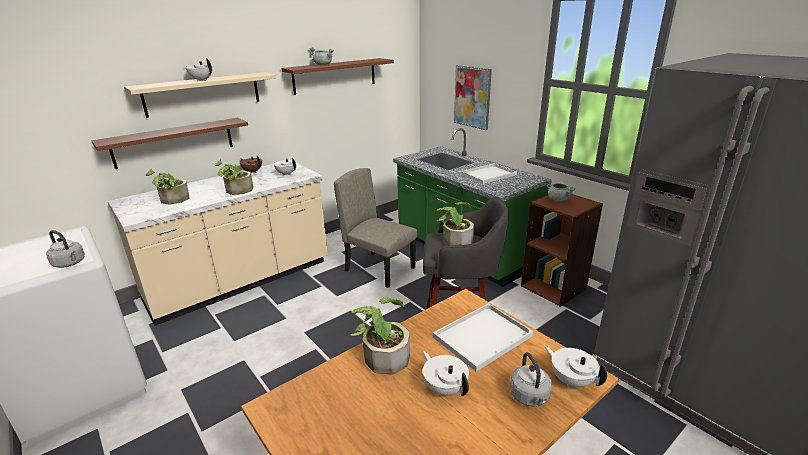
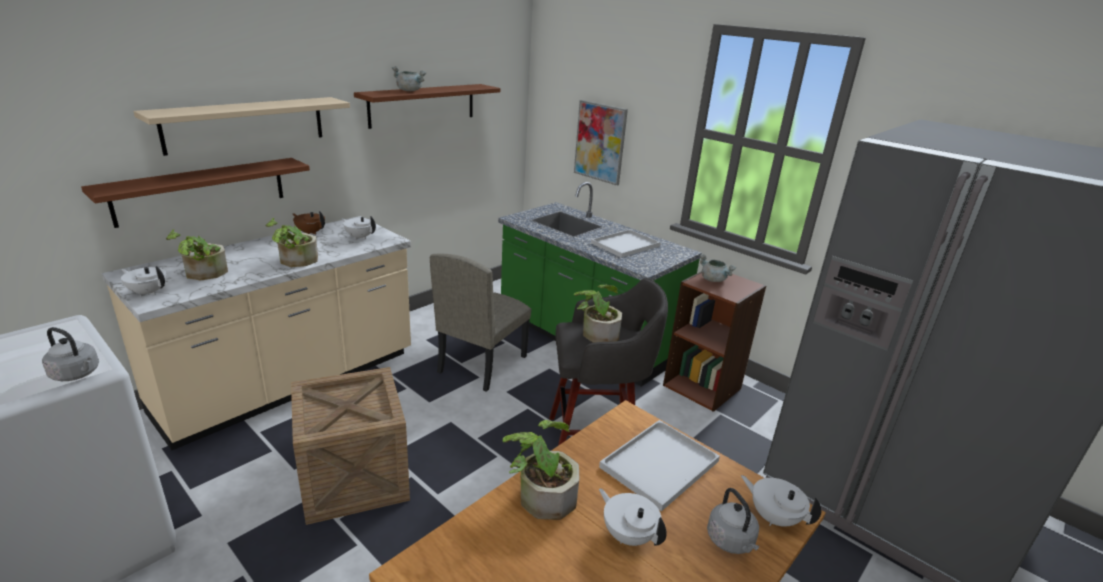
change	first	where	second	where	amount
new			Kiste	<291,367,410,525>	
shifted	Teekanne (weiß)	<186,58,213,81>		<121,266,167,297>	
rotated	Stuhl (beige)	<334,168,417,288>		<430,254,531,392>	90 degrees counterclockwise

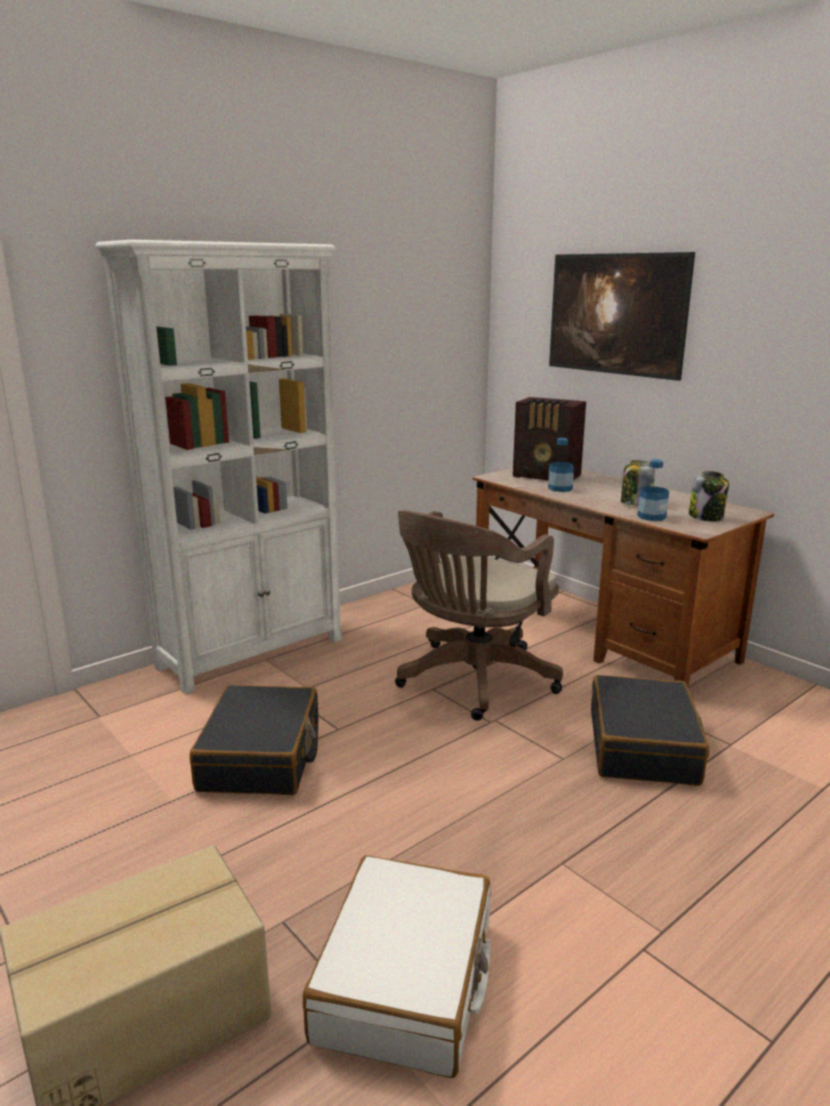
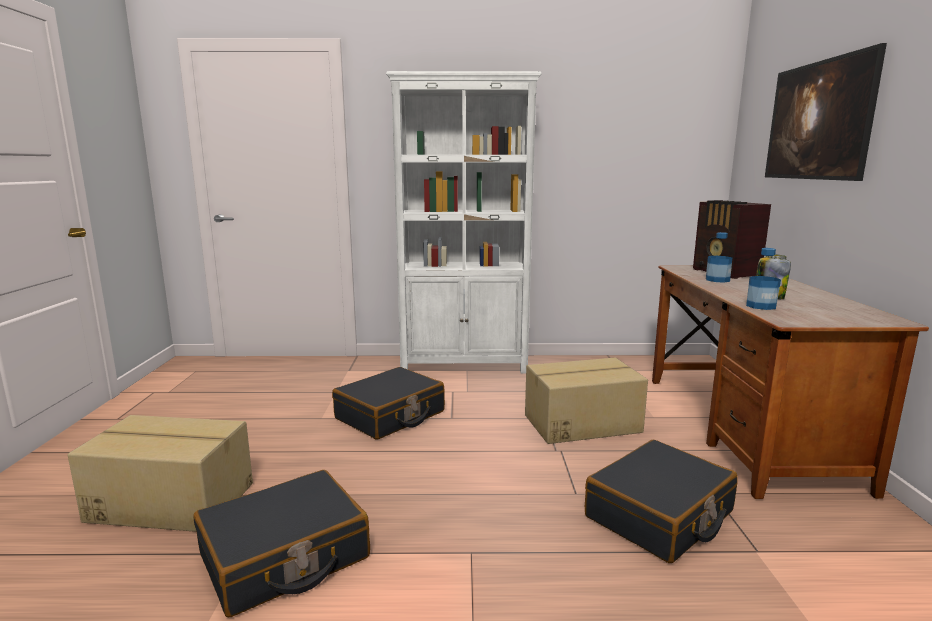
change	first	where	second	where	amount
gone	Vorratsglas	<689,471,729,522>			
swapped	Bürostuhl (braun)	<395,511,563,721>	Karton	<525,358,648,444>	
repainted	Koffer (weiß)	<303,855,491,1078>	Koffer (schwarz)	<193,470,370,617>	

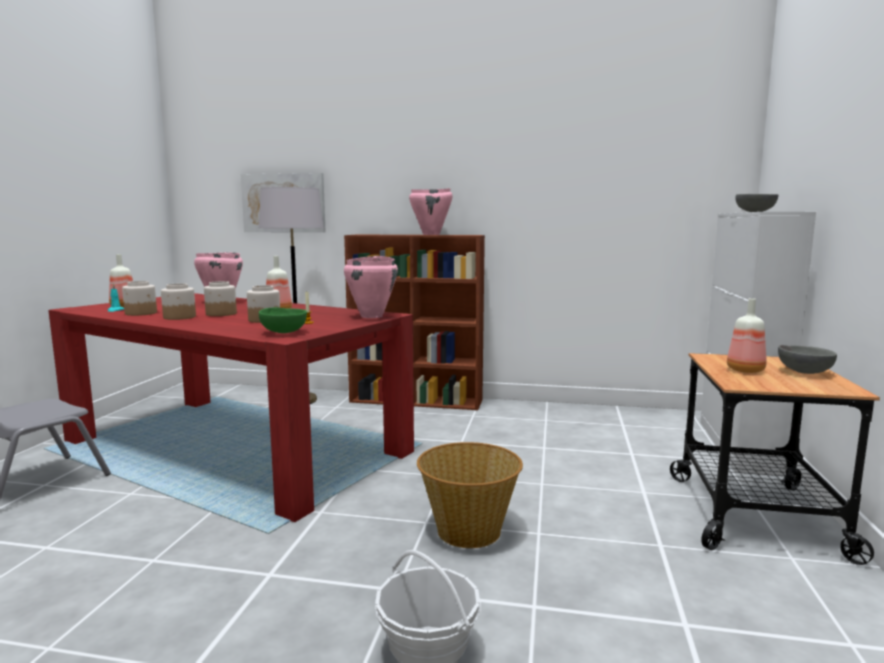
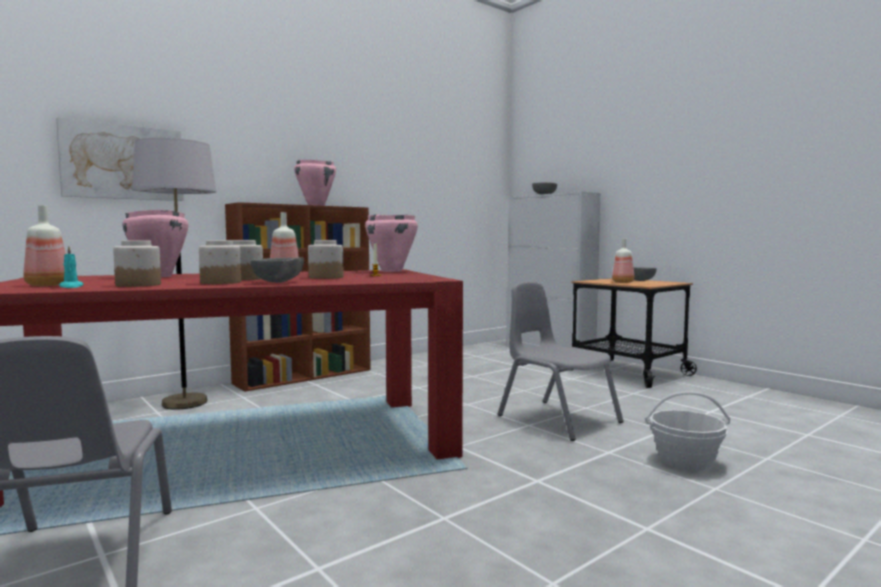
change	first	where	second	where	amount
gone	Schüssel (grün)	<259,307,307,333>			
new			Schüssel (grau)	<251,257,304,283>	
swapped	Korb	<417,442,523,548>	Stuhl (grau)	<498,282,624,441>	

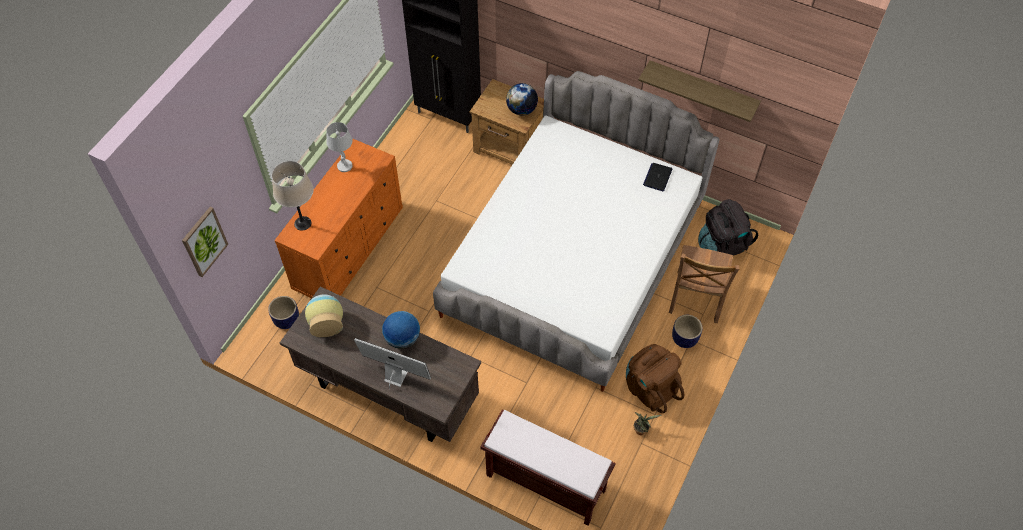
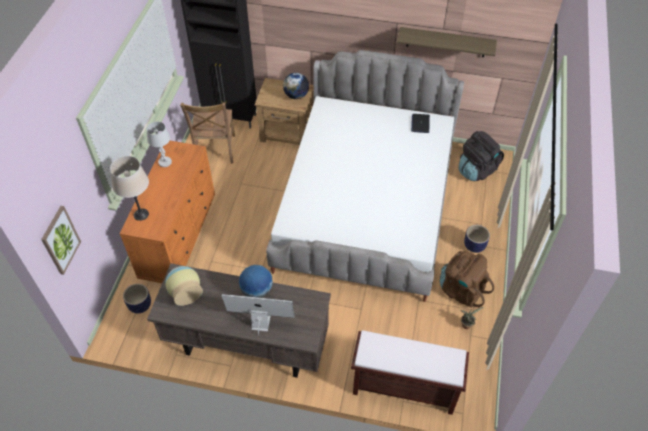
change	first	where	second	where	amount
shifted	Stuhl (braun)	<669,245,740,323>		<180,102,235,164>	

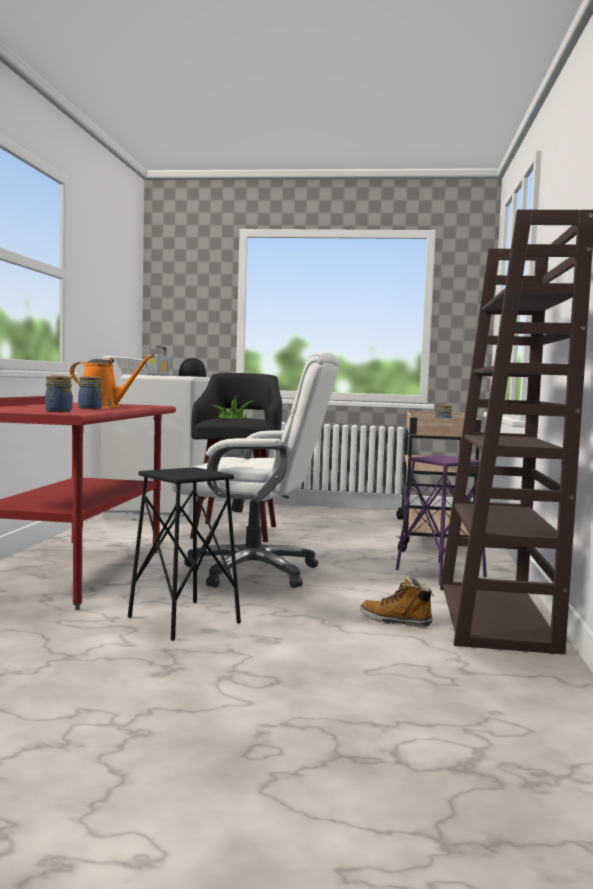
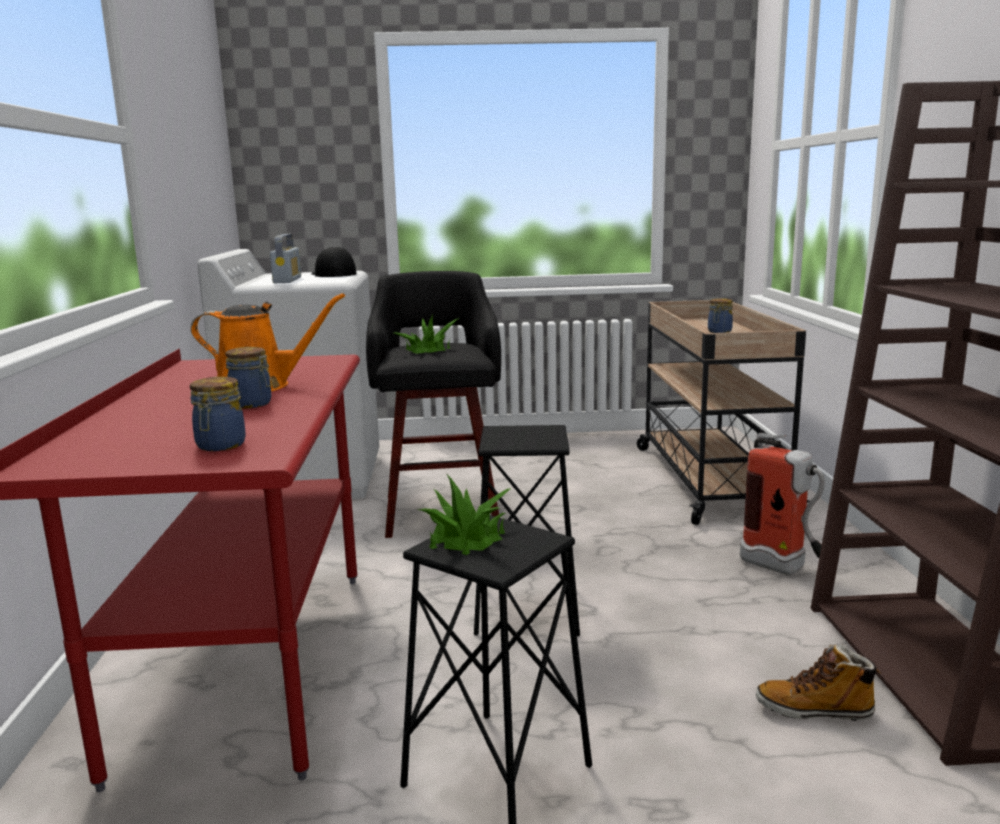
change	first	where	second	where	amount
new			Topfpflanze	<418,473,511,555>	
swapped	Bürostuhl (weiß)	<172,351,339,588>	Hocker (schwarz)	<474,425,580,636>	
swapped	Hocker (lila)	<396,456,487,585>	Feuerlöscher	<740,433,825,575>	

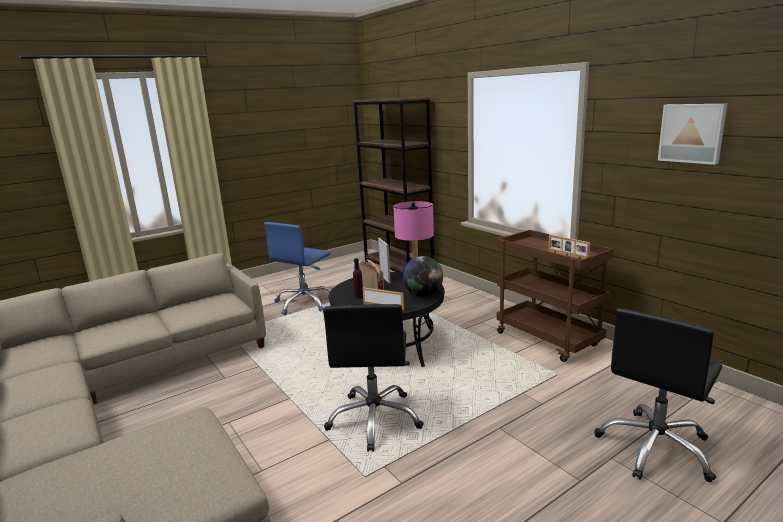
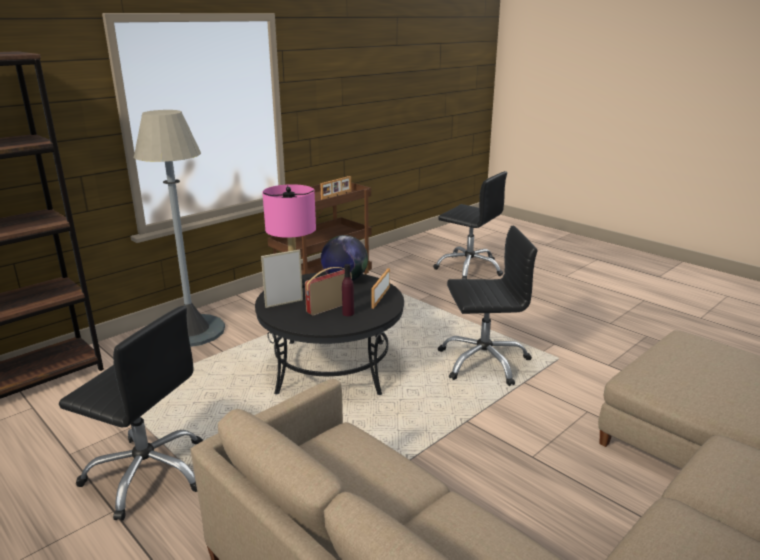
change	first	where	second	where	amount
gone	Bild	<658,104,727,165>			
new			Stehlampe (grau)	<134,110,225,347>	
repainted	Bürostuhl (blau)	<264,222,331,315>	Bürostuhl (schwarz)	<59,306,203,521>	

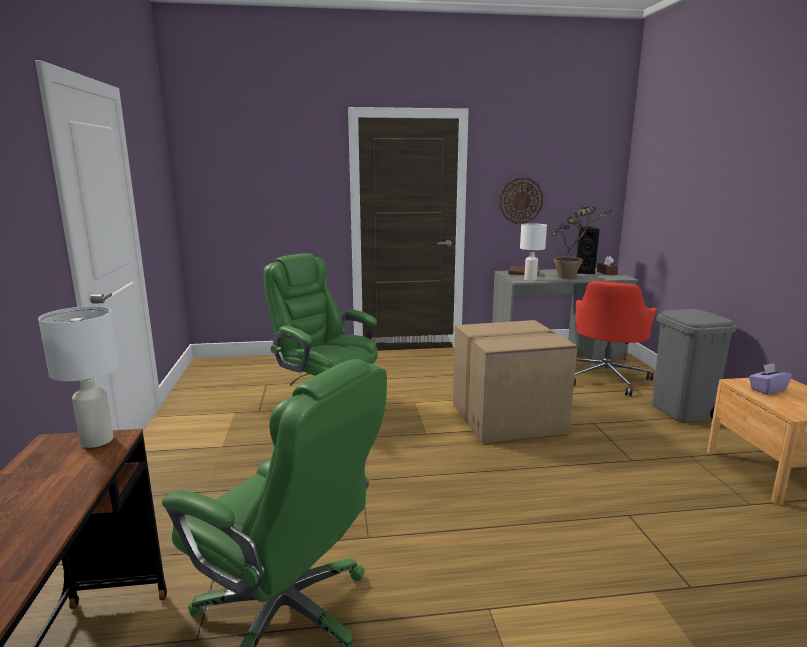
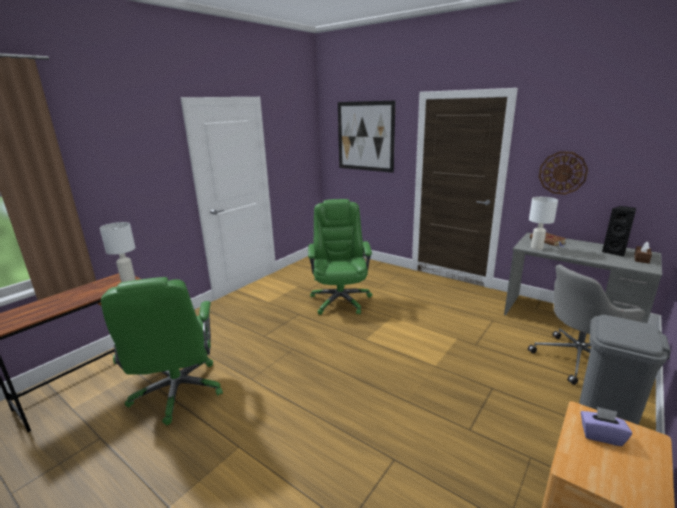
change	first	where	second	where	amount
gone	Karton	<453,320,577,443>			
gone	Topfpflanze	<552,207,613,279>			
new			Bild	<338,101,395,173>	
repainted	Bürostuhl (rot)	<574,281,657,396>	Bürostuhl (grau)	<528,265,645,385>	

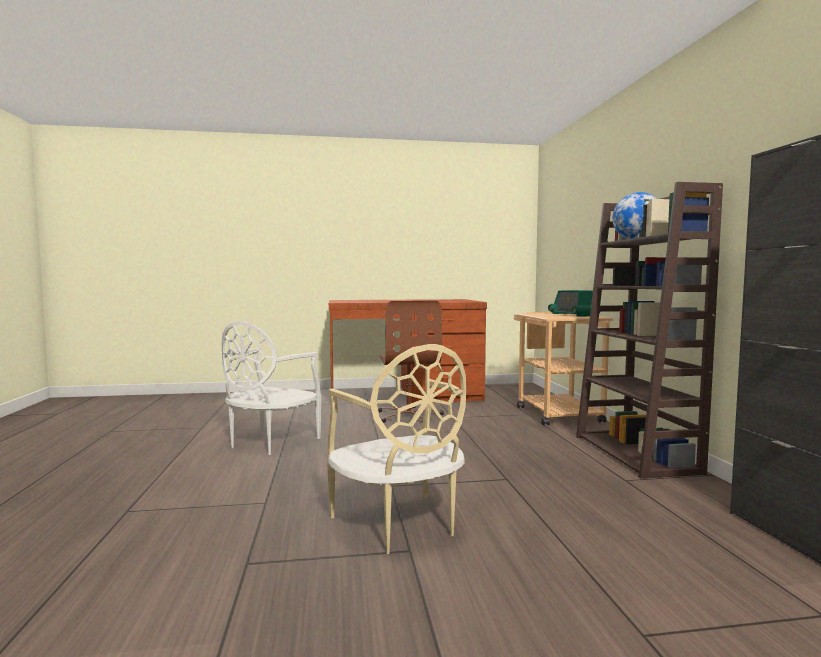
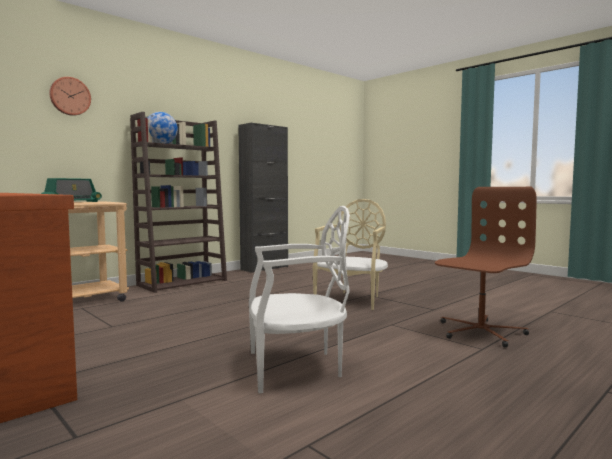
change	first	where	second	where	amount
new			Wanduhr	<49,77,91,116>	
shifted	Bürostuhl (braun)	<378,301,444,423>		<435,187,537,347>	

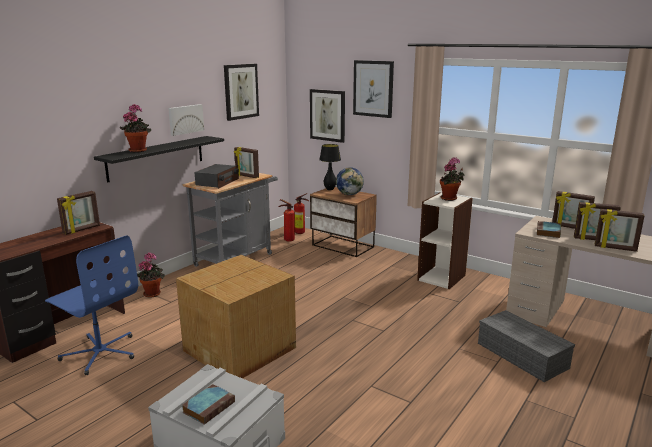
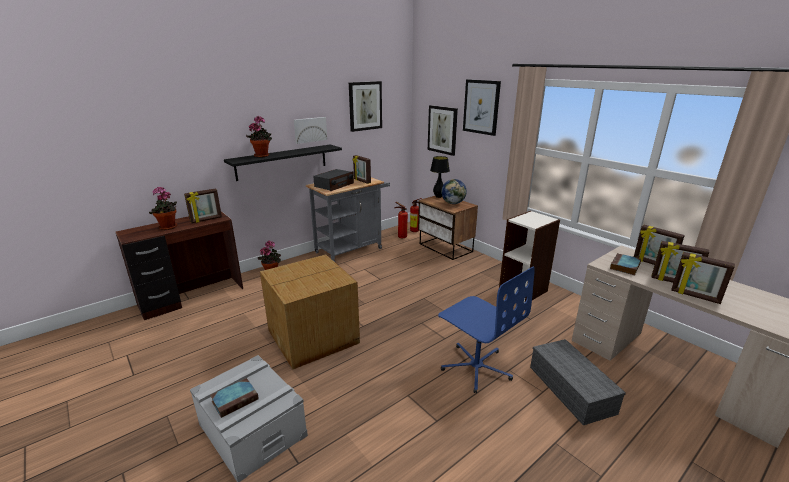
change	first	where	second	where	amount
shifted	Bürostuhl (blau)	<45,235,138,375>		<438,266,535,393>	
shifted	Topfpflanze	<440,157,464,201>		<149,187,177,230>	

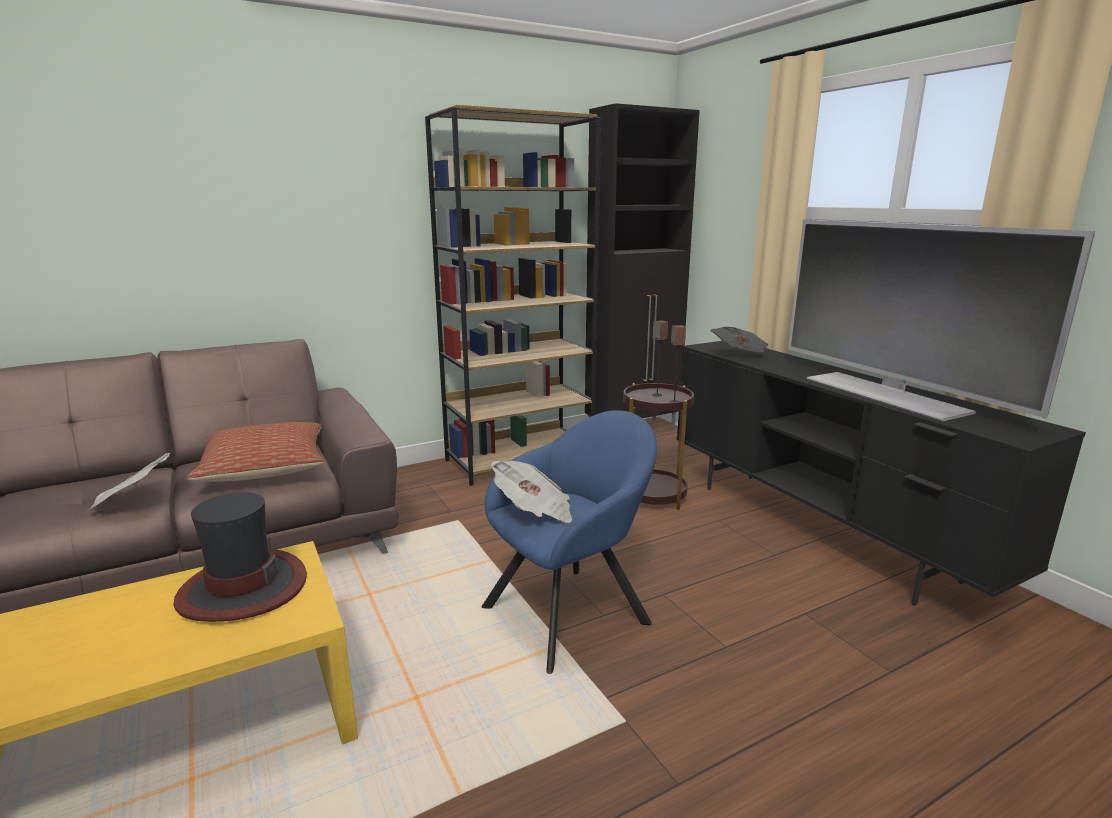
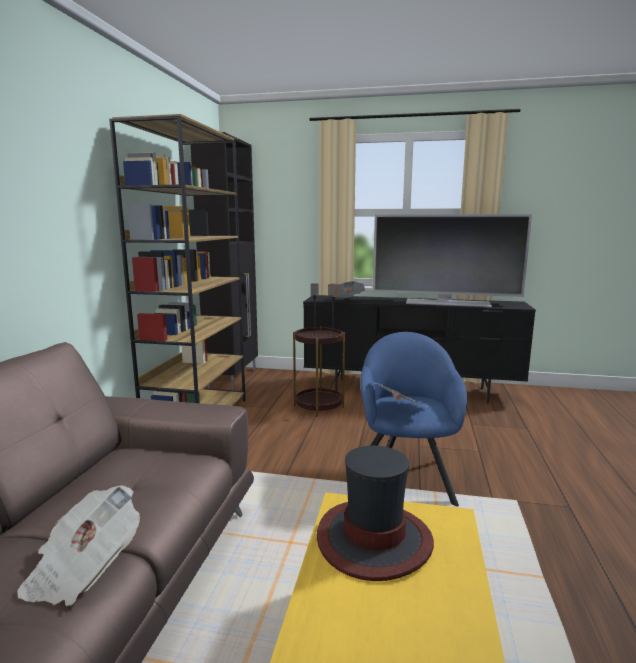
change	first	where	second	where	amount
gone	Kissen	<186,422,324,482>			

